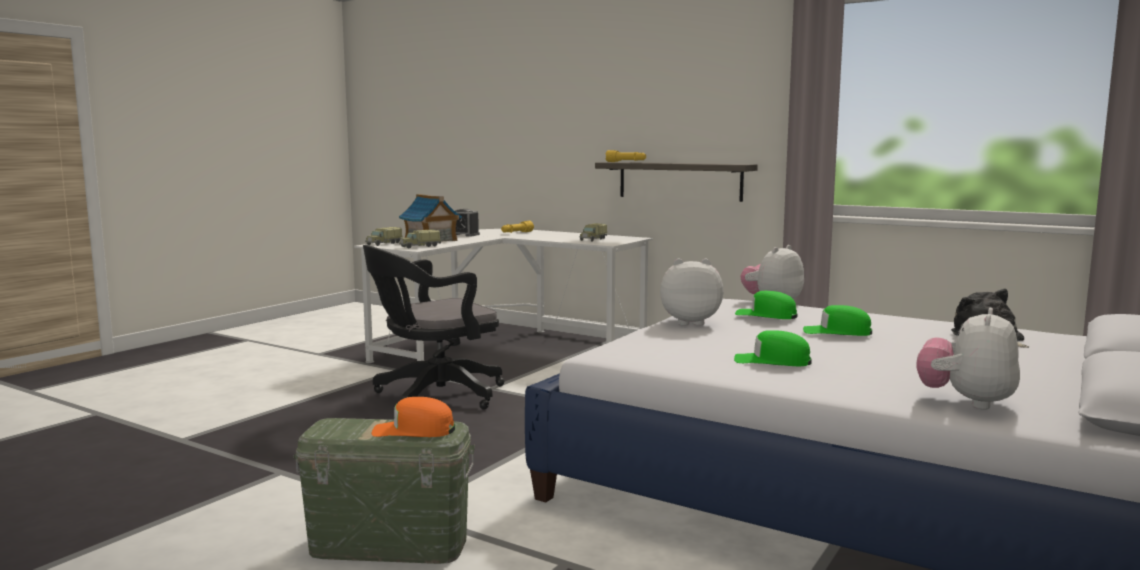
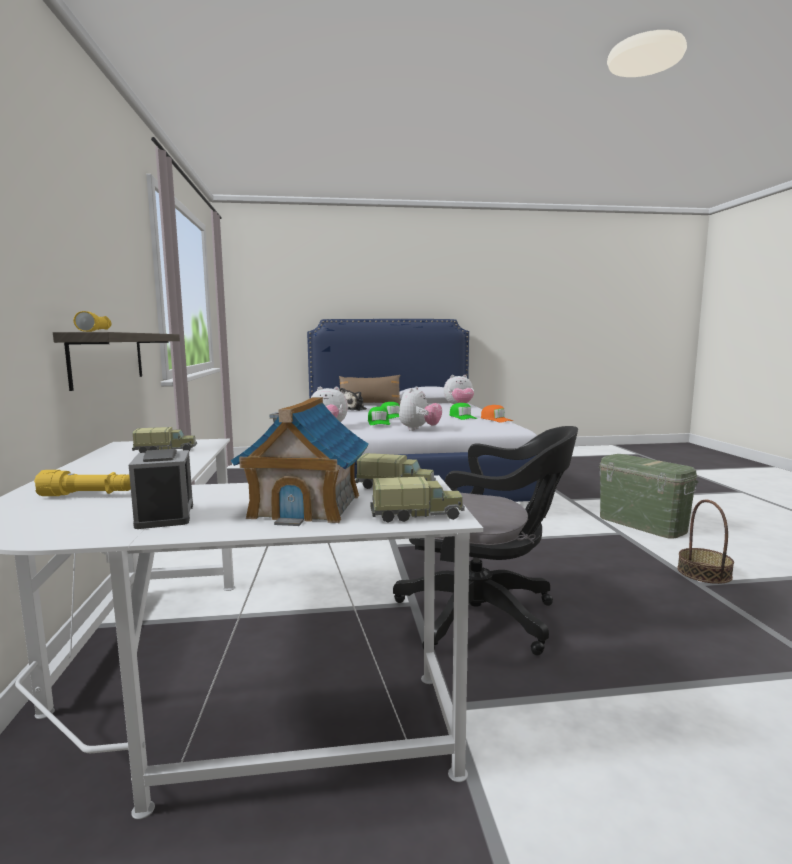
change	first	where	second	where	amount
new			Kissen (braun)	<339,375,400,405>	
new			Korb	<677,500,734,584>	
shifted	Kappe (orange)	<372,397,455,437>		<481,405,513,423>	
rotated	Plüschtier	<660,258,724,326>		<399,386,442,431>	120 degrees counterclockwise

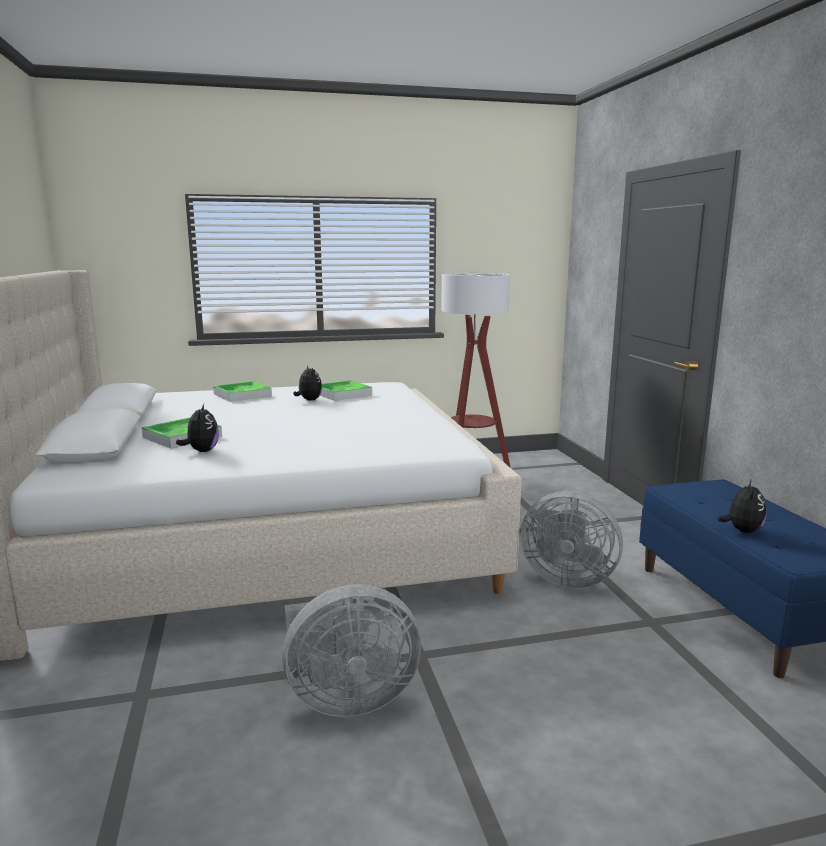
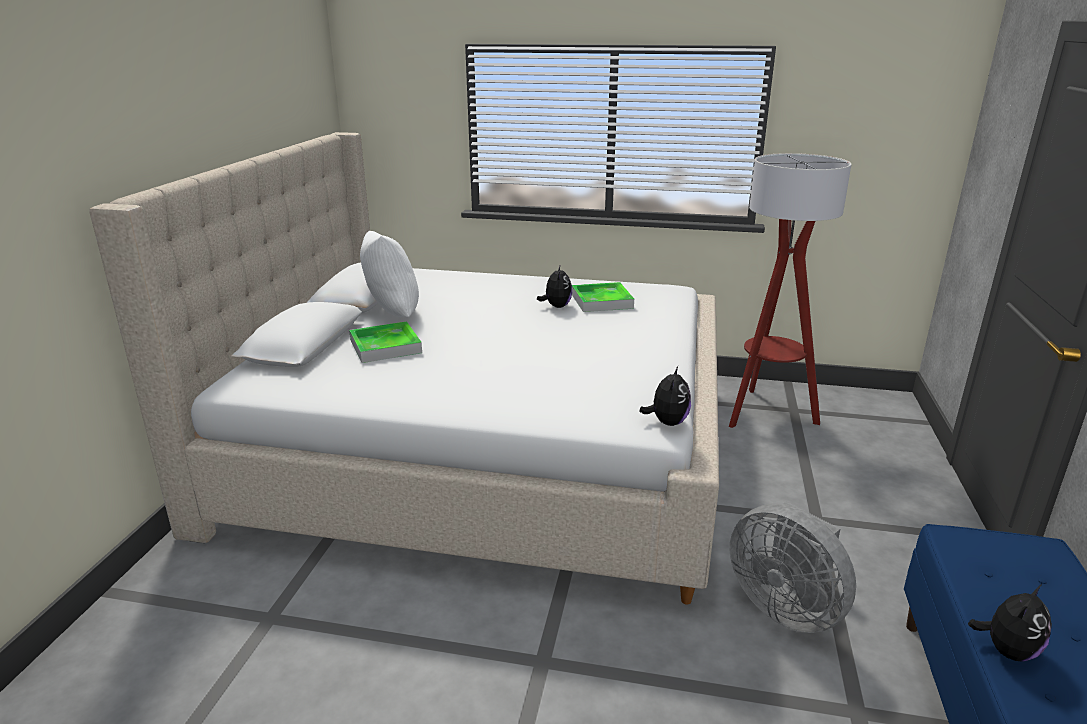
change	first	where	second	where	amount
gone	Tablett	<213,381,272,402>			
gone	Ventilator (grau)	<282,584,421,717>			
new			Kissen (weiß)	<360,231,419,317>	
shifted	Plüschtier	<176,404,219,452>		<639,366,691,426>	

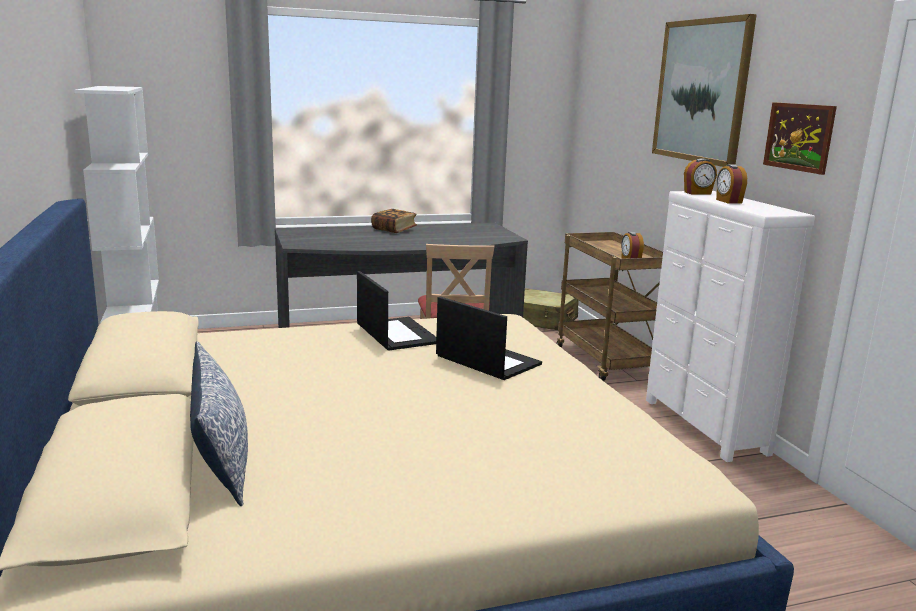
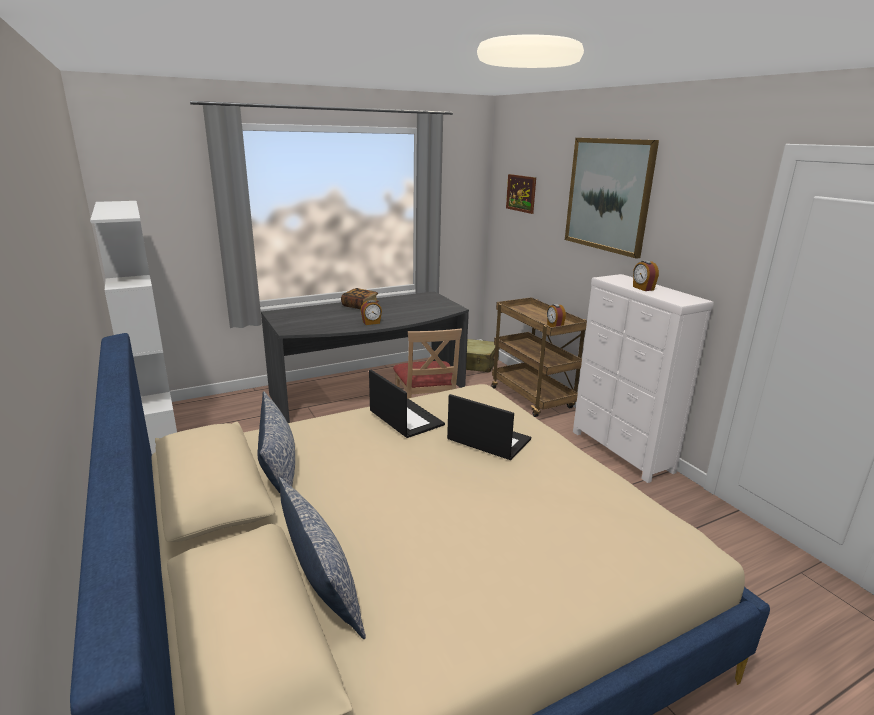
change	first	where	second	where	amount
new			Kissen	<257,391,295,493>	
shifted	Wecker	<684,158,717,195>		<360,300,382,325>	
shifted	Bild	<763,102,837,175>		<506,174,536,214>	

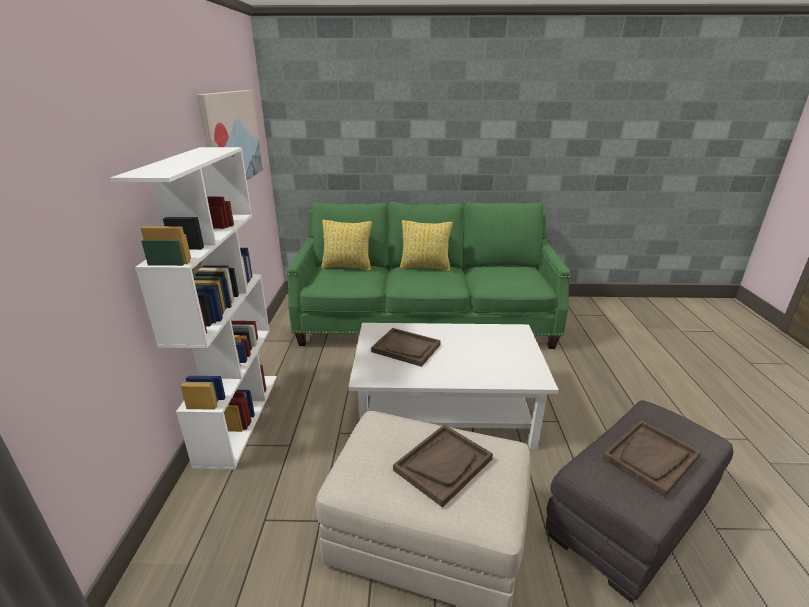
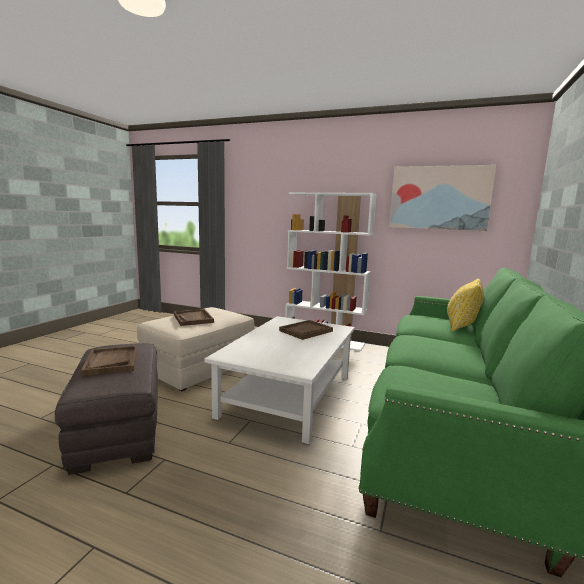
change	first	where	second	where	amount
gone	Kissen (gelb)	<400,220,452,271>			

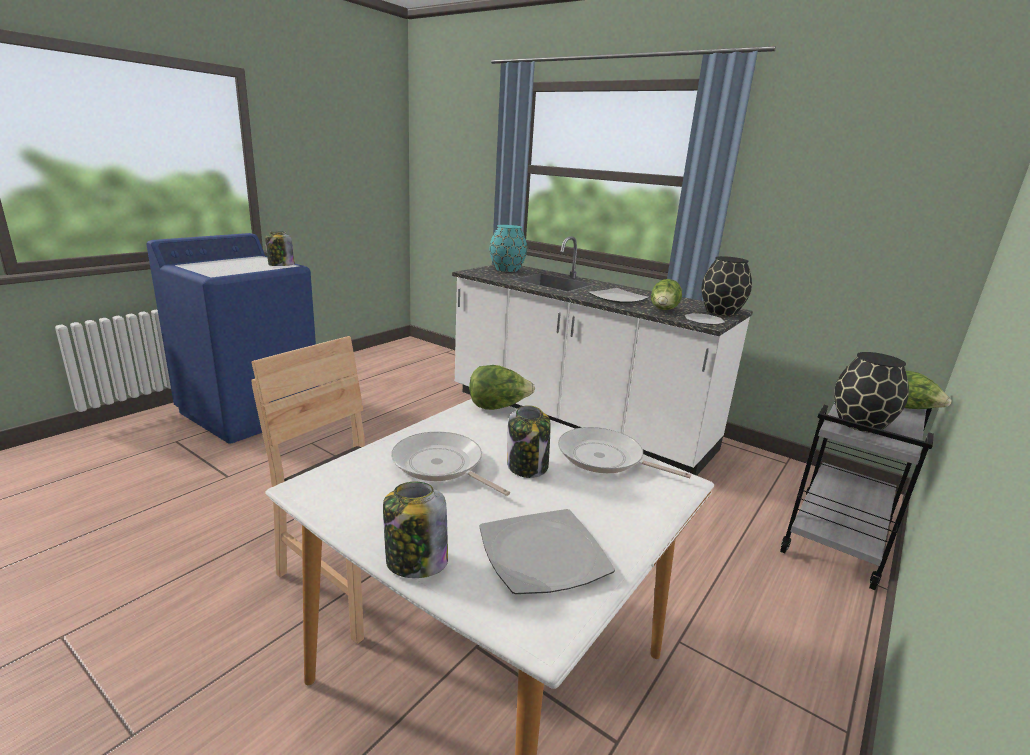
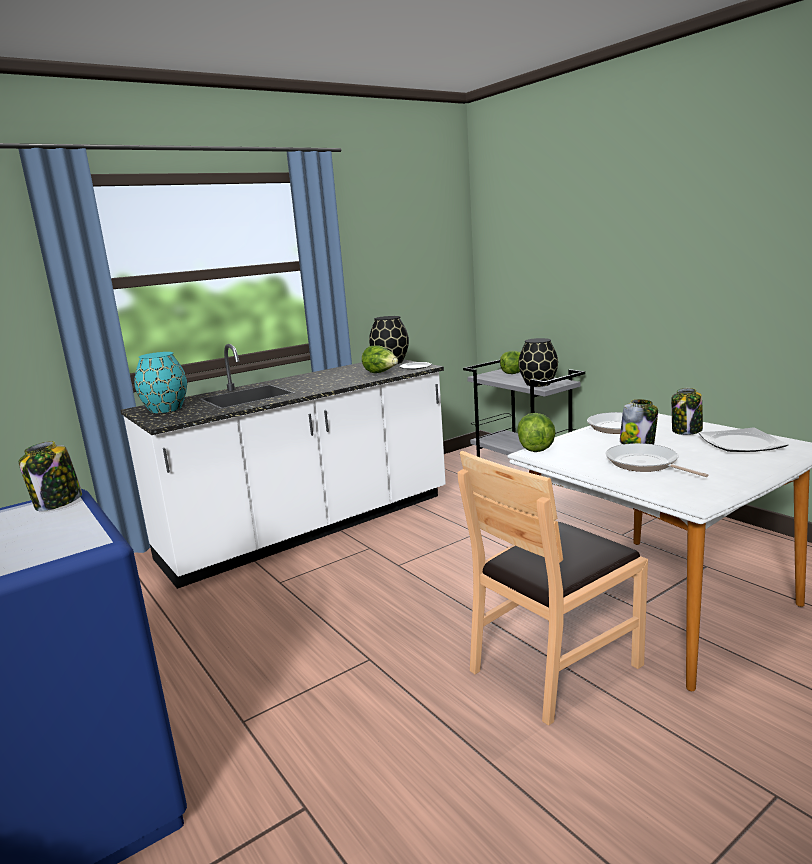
change	first	where	second	where	amount
gone	Teller	<588,288,649,303>			
shifted	Vorratsglas	<383,482,448,578>		<671,388,703,435>	
rotated	Pfanne	<391,432,510,496>		<606,443,709,477>	90 degrees clockwise

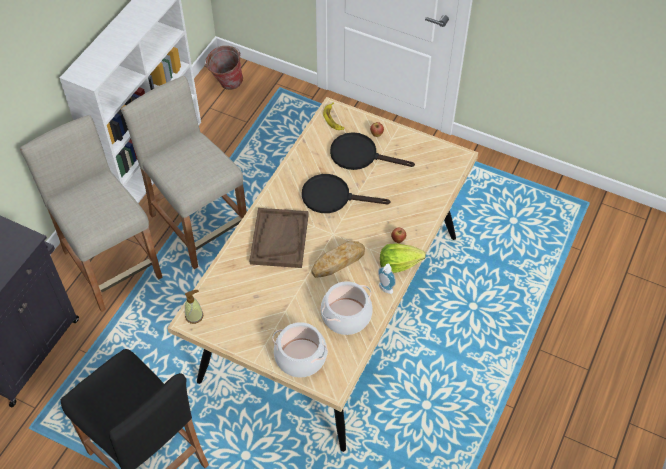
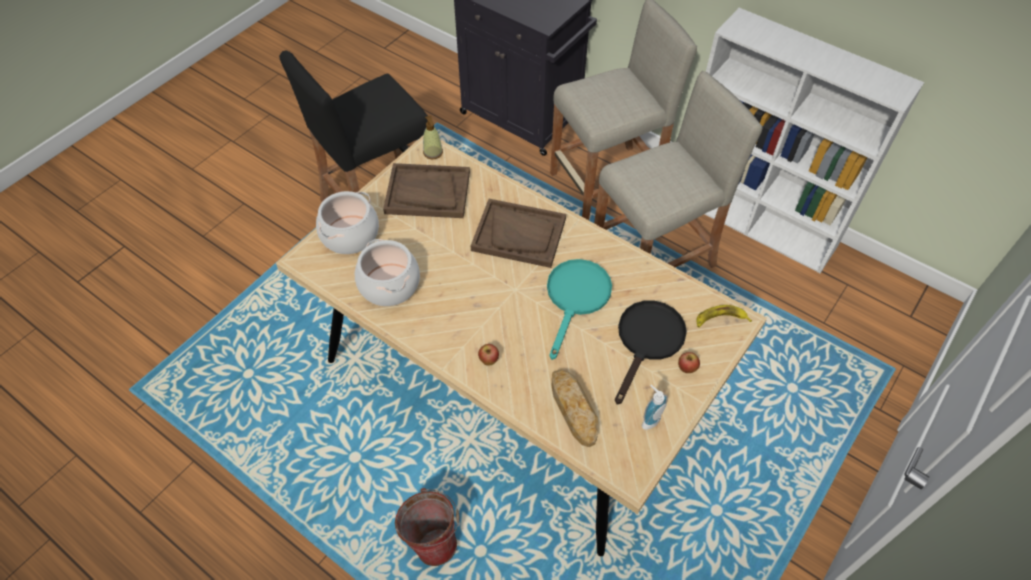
change	first	where	second	where	amount
gone	Salatkopf	<380,244,426,273>			
new			Tablett (braun)	<383,163,470,218>	
shifted	Eimer	<205,46,243,90>		<395,488,459,566>	
shifted	Brot	<311,241,365,278>		<552,369,598,447>	
shifted	Seifenspender	<378,264,396,294>		<642,385,668,430>	
repainted	Pfanne (schwarz)	<302,174,391,213>	Pfanne (türkis)	<547,259,612,360>	

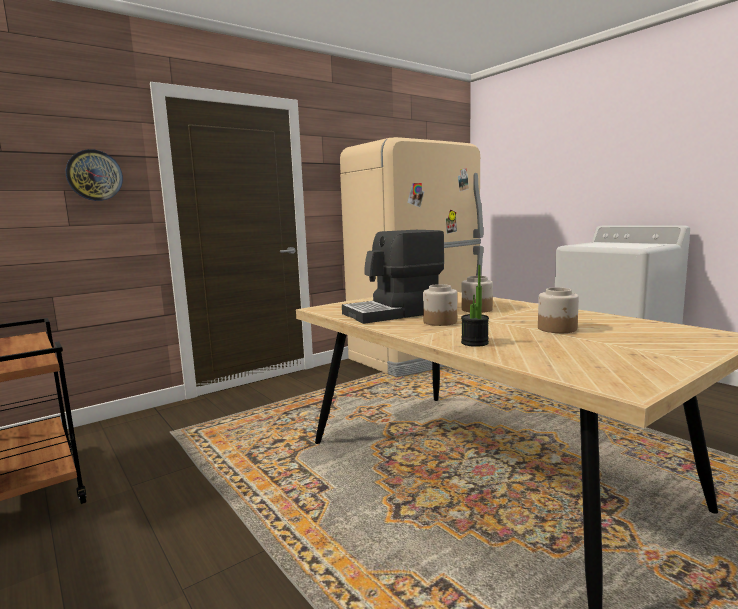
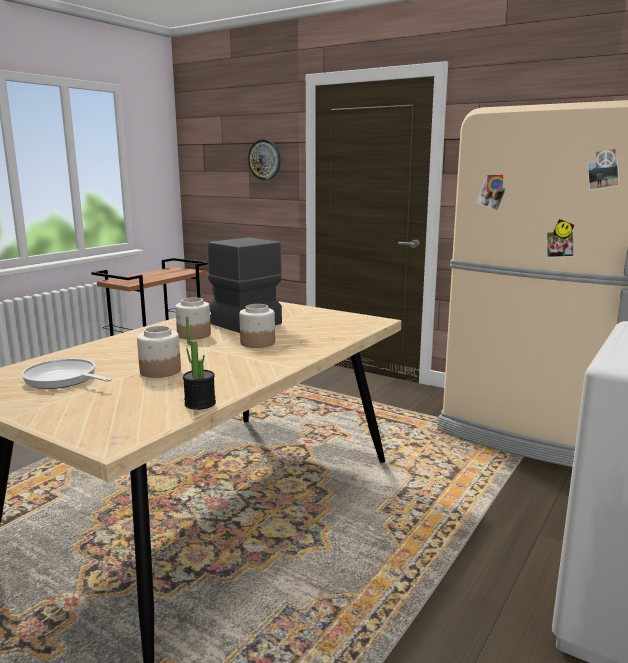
change	first	where	second	where	amount
new			Pfanne	<22,359,112,389>	
shifted	Topfpflanze	<461,265,489,347>		<183,317,216,410>	

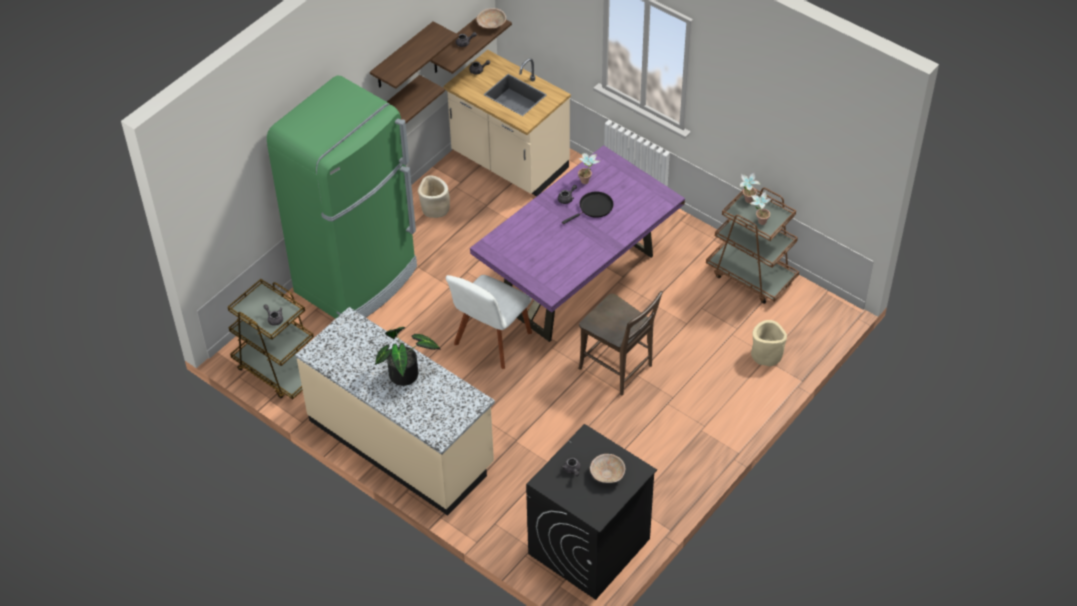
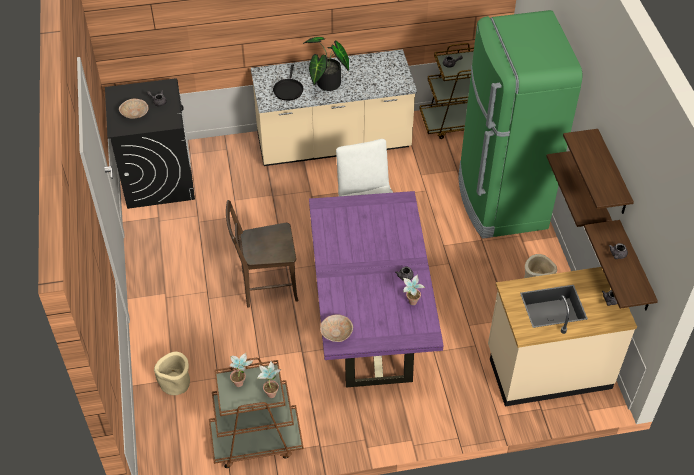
change	first	where	second	where	amount
shifted	Schüssel (beige)	<476,8,506,28>		<320,314,353,342>	
shifted	Pfanne (schwarz)	<562,191,614,224>		<273,64,303,101>	

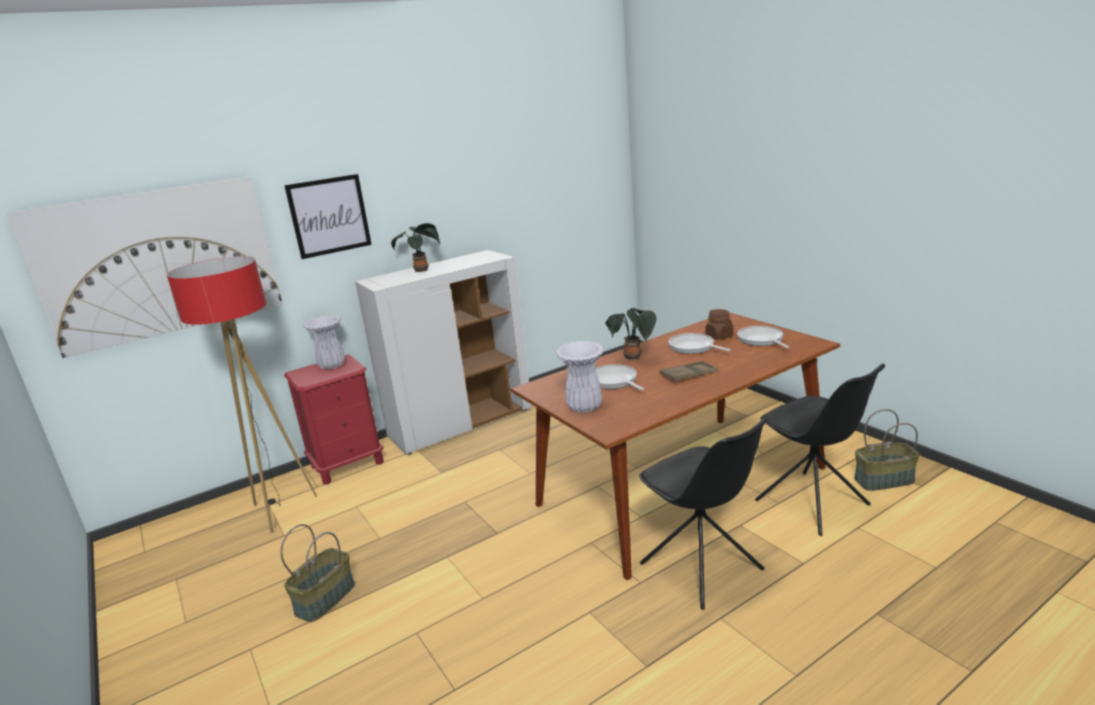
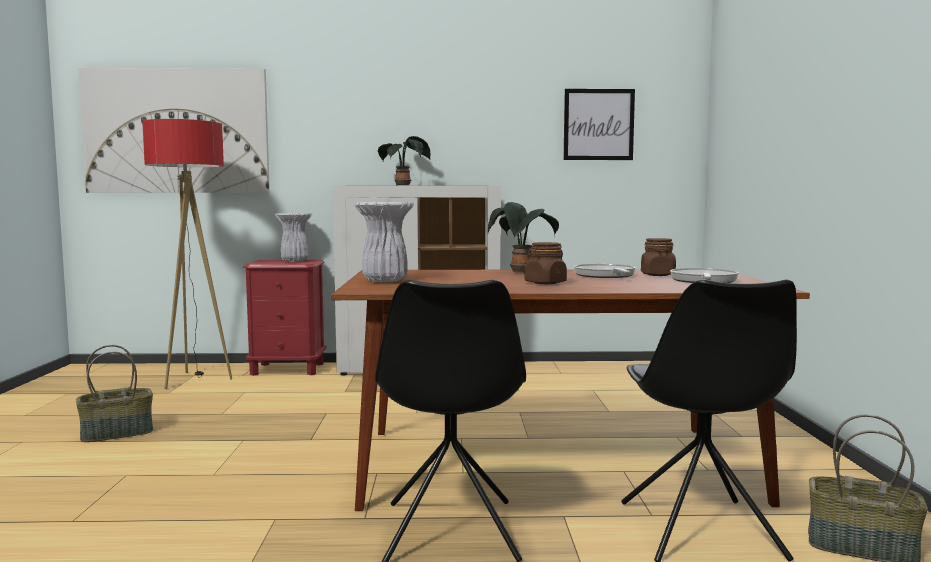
change	first	where	second	where	amount
gone	Pfanne	<595,364,644,390>			
shifted	Bild	<284,174,372,259>		<563,89,635,160>	
swapped	Tablett (braun)	<660,361,718,382>	Vorratsglas (braun)	<524,242,567,284>	

